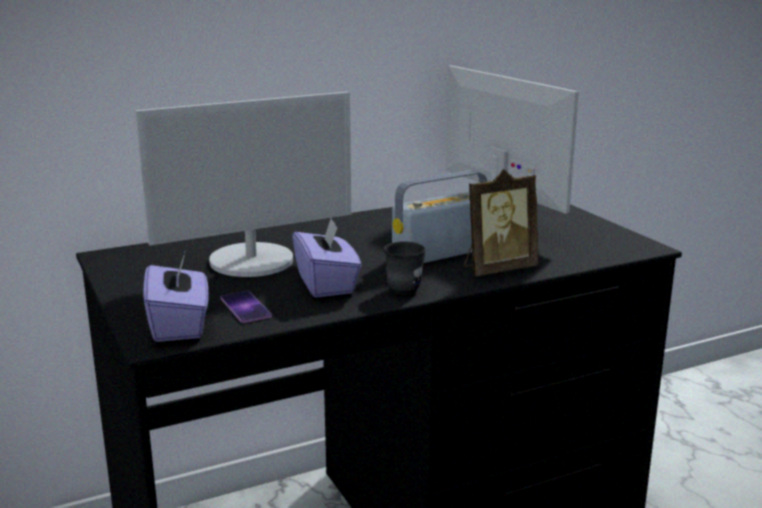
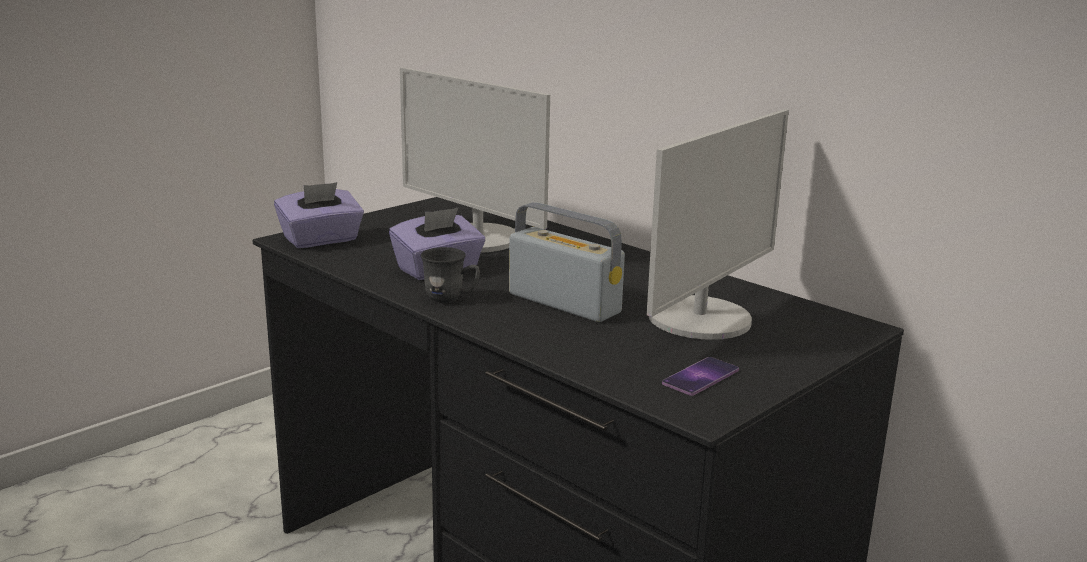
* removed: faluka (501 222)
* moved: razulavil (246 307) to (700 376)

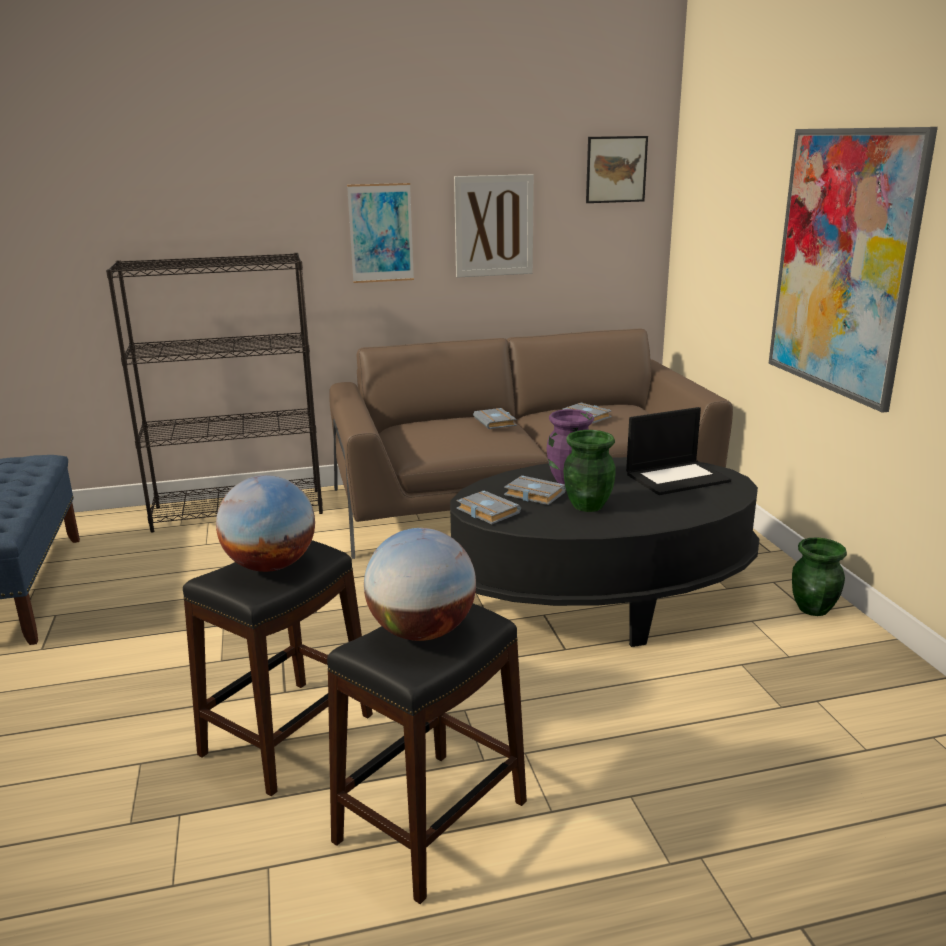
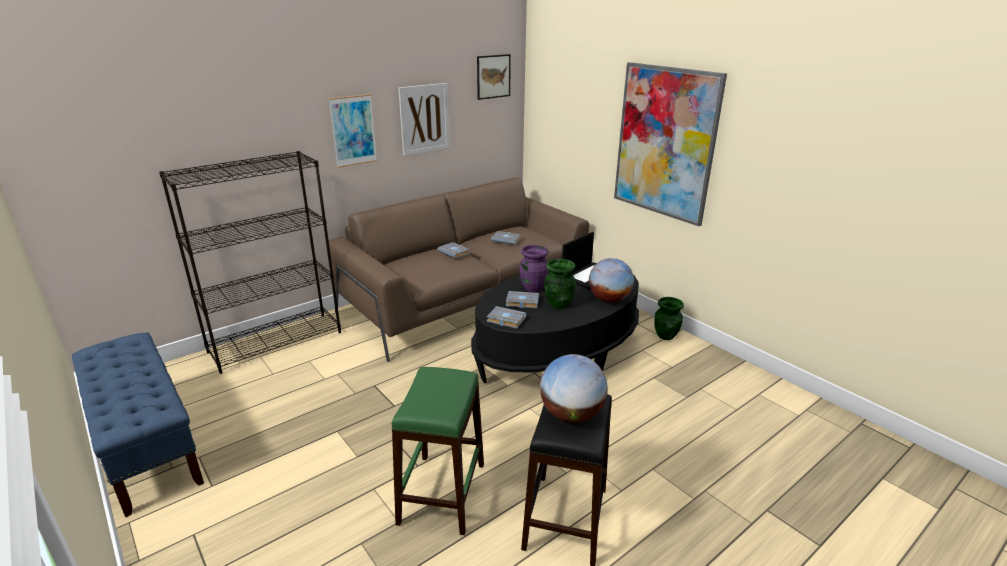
* moved: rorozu (265 523) to (611 280)
* recoloured: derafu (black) (278 668) to derafu (green) (438 451)

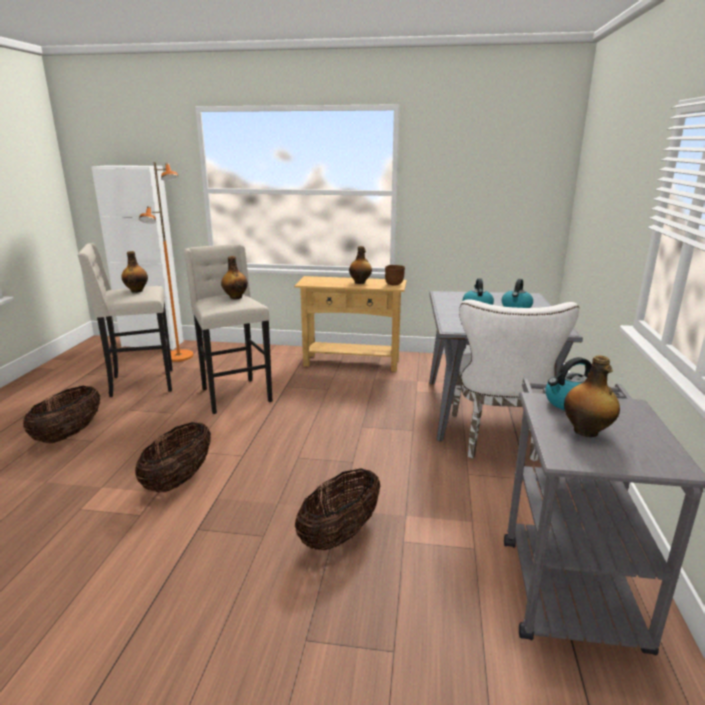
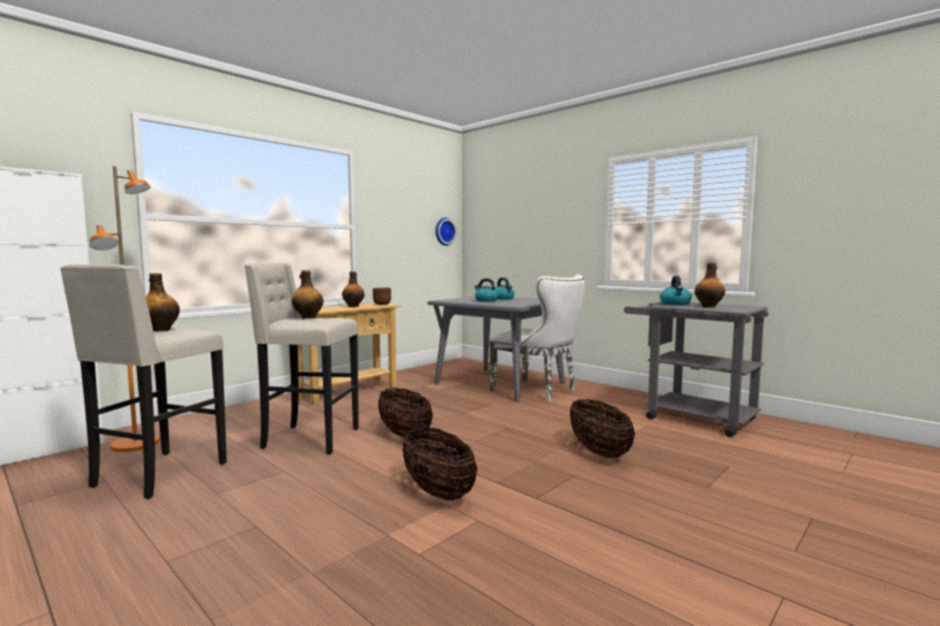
* moved: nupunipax (62 414) to (405 413)
* added: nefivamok (446 232)

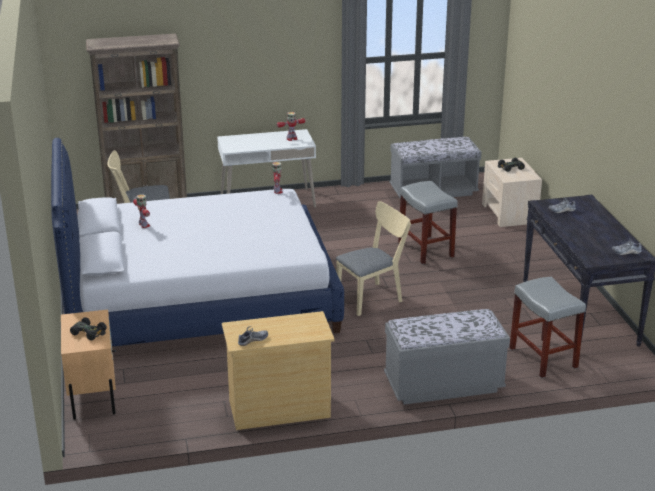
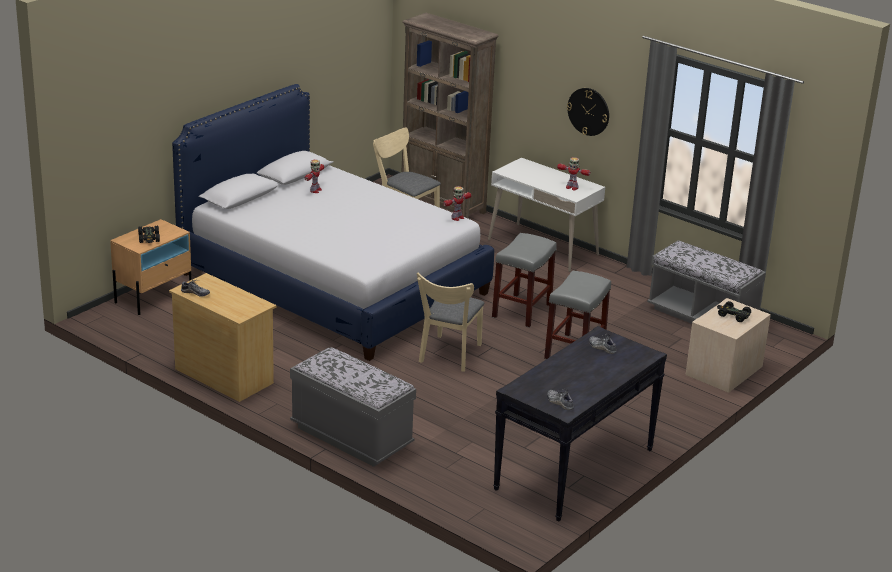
* turned: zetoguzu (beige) (373 258) = (450 322) 90 degrees clockwise
* moved: derafu (grey) (547 327) to (524 280)
* added: nefivamok (588 112)

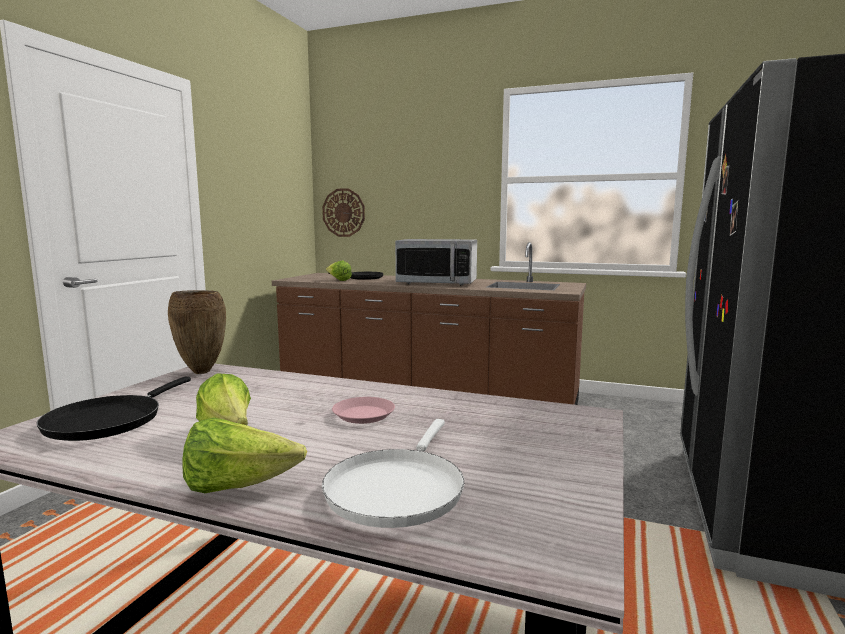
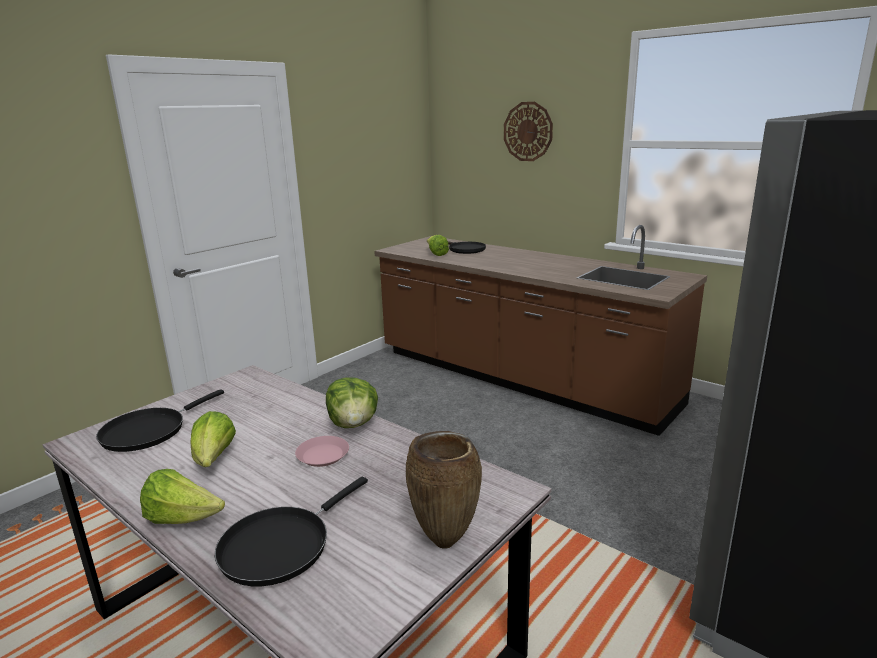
* moved: nefivamok (343 212) to (528 131)
* removed: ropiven (436 262)
* moved: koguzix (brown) (197 332) to (444 489)
* recoloured: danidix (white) (393 473) to danidix (black) (291 531)
* added: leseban (352 402)

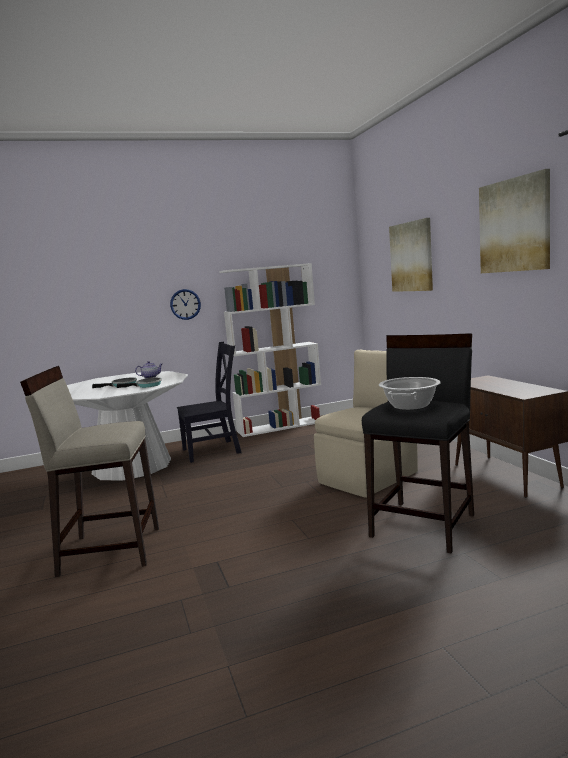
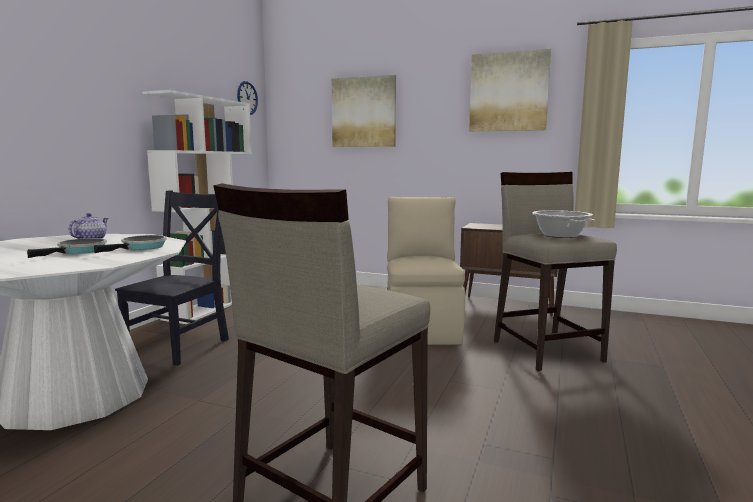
* moved: nefivamok (185 304) to (247 98)
* recoloured: derafu (black) (418 443) to derafu (beige) (555 271)

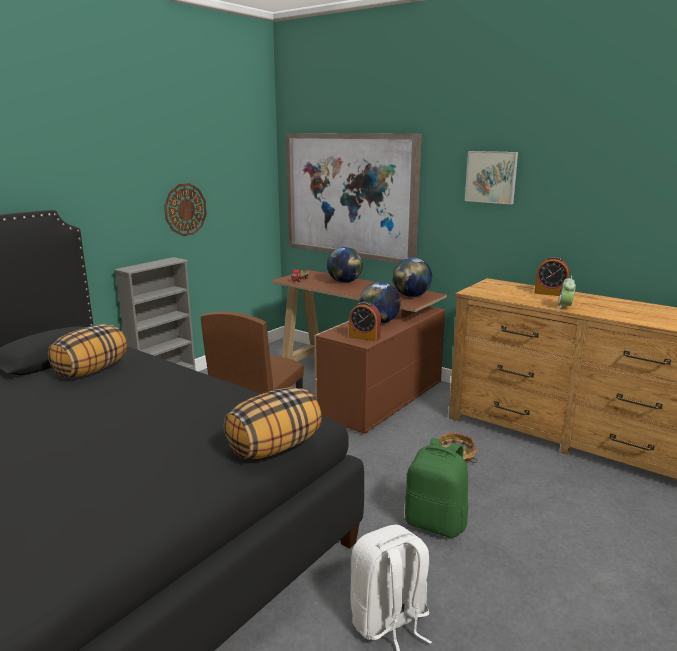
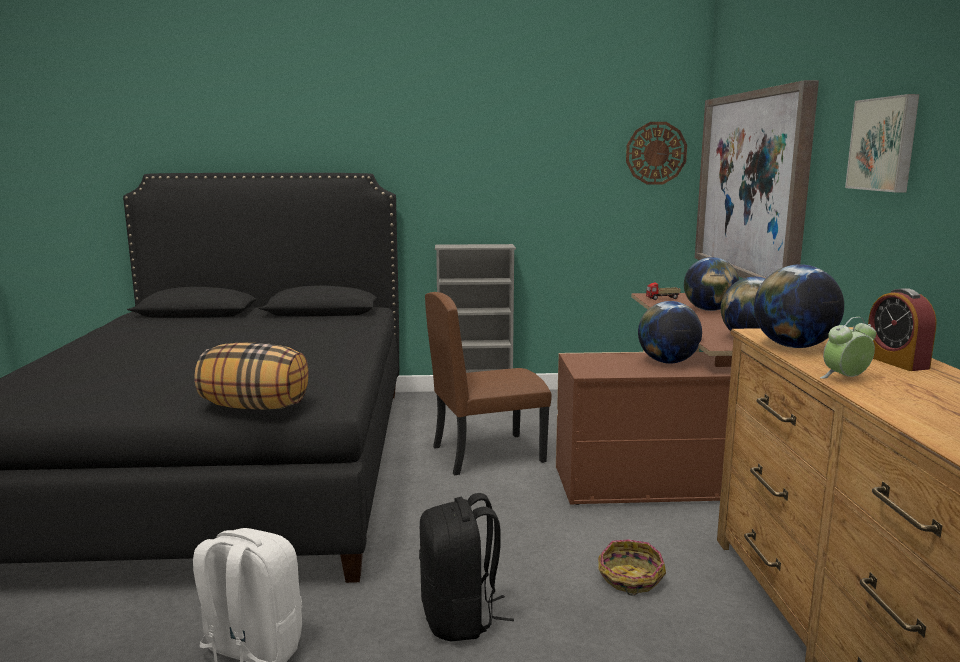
* moved: nefivamok (185 209) to (656 153)
* removed: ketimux (365 322)
* removed: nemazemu (87 350)
* recoloured: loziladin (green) (436 488) to loziladin (black) (466 567)
* added: rorozu (799 306)

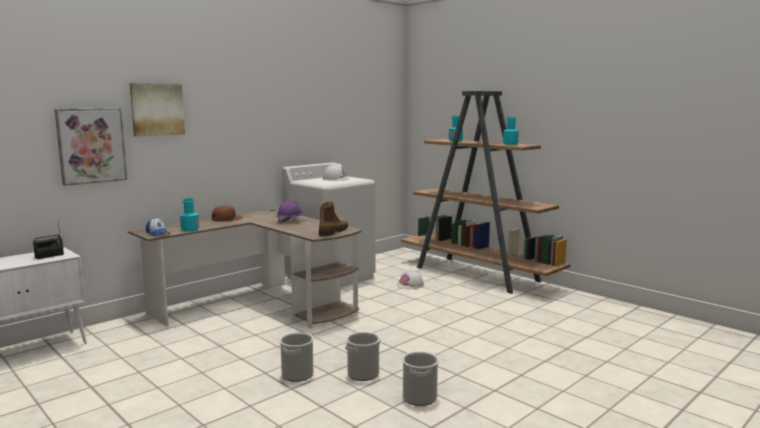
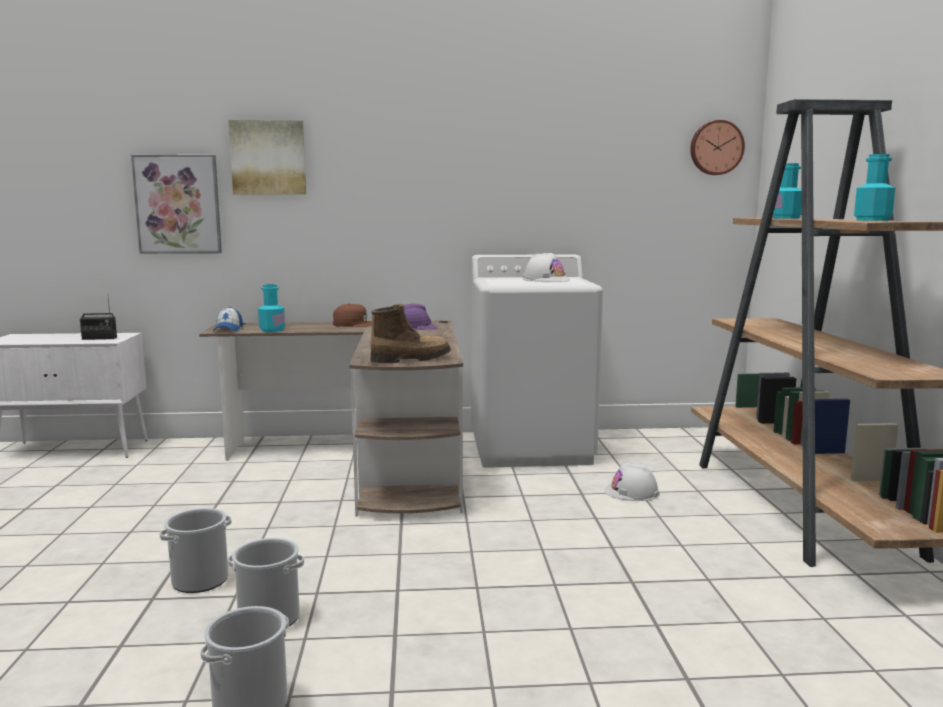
* added: nefivamok (717 147)

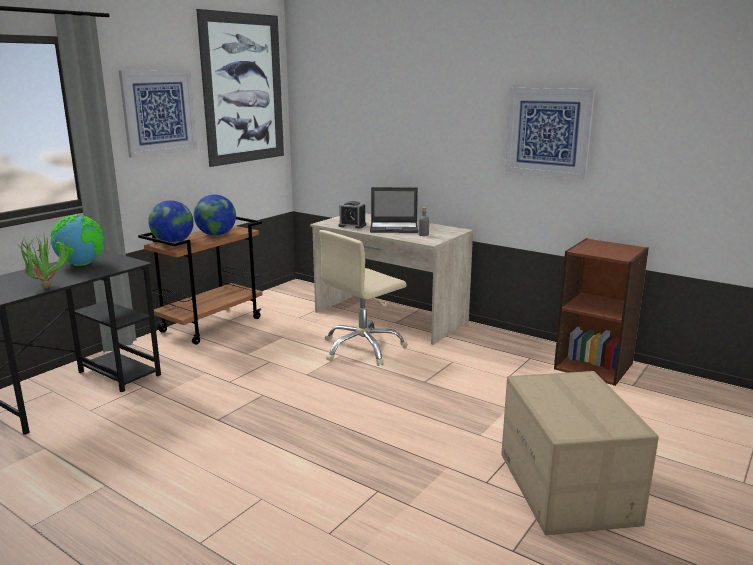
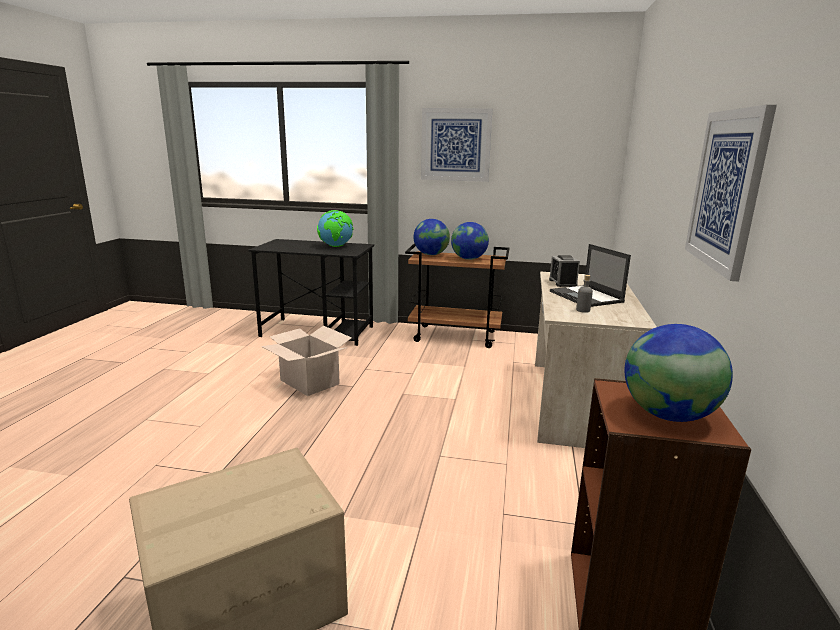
* removed: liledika (240 88)
* removed: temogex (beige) (363 298)
* removed: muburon (44 261)
* added: rorozu (678 373)
* added: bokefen (306 361)

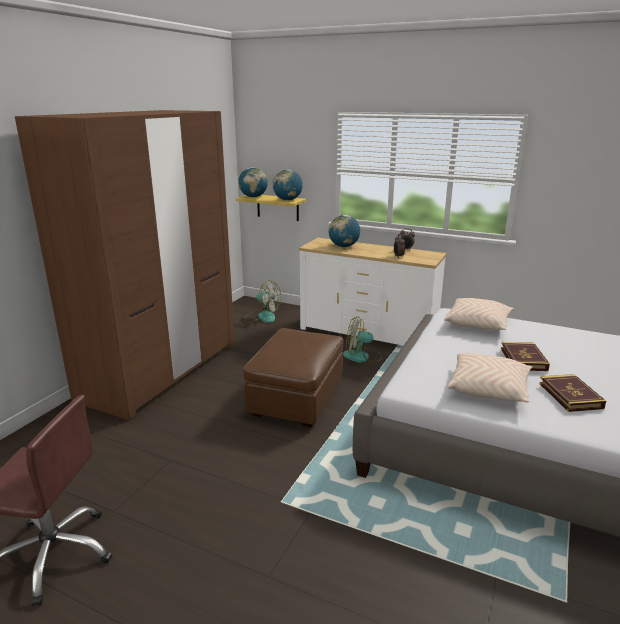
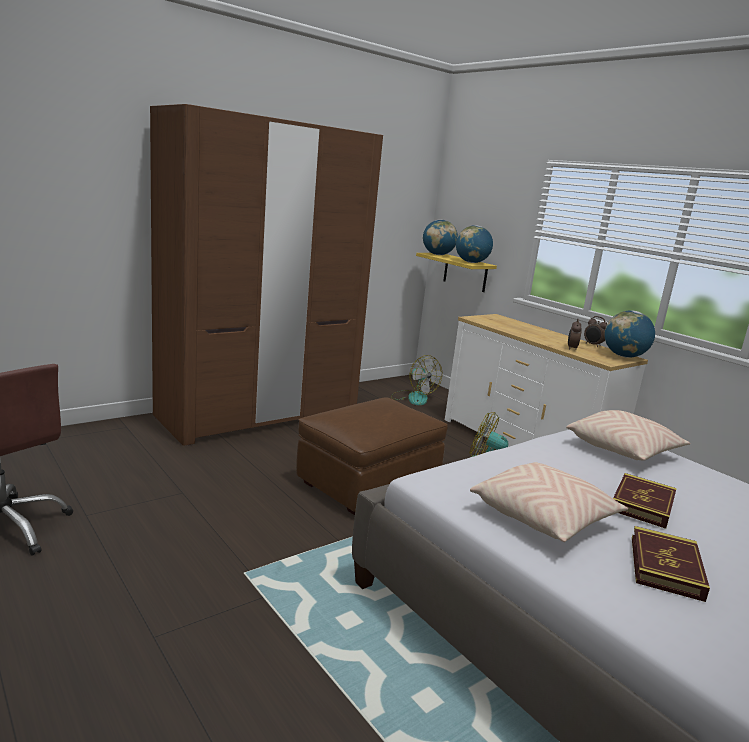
* moved: rorozu (344 231) to (629 334)

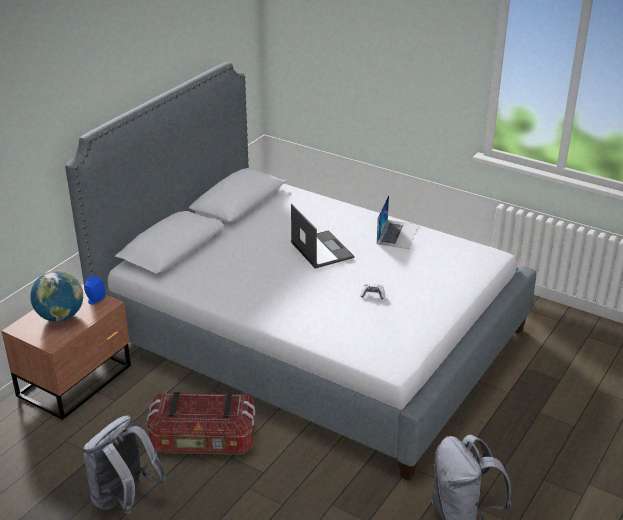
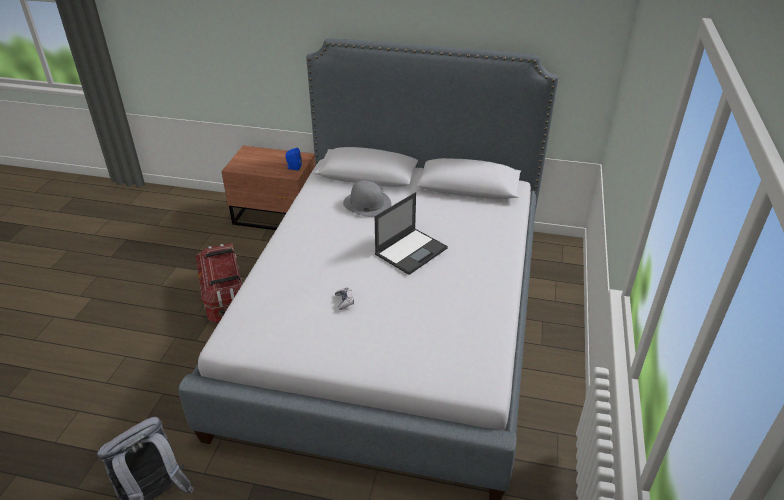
* removed: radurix (397 222)
* removed: rorozu (56 296)
* removed: loziladin (grey) (125 464)
* added: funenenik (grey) (367 199)

